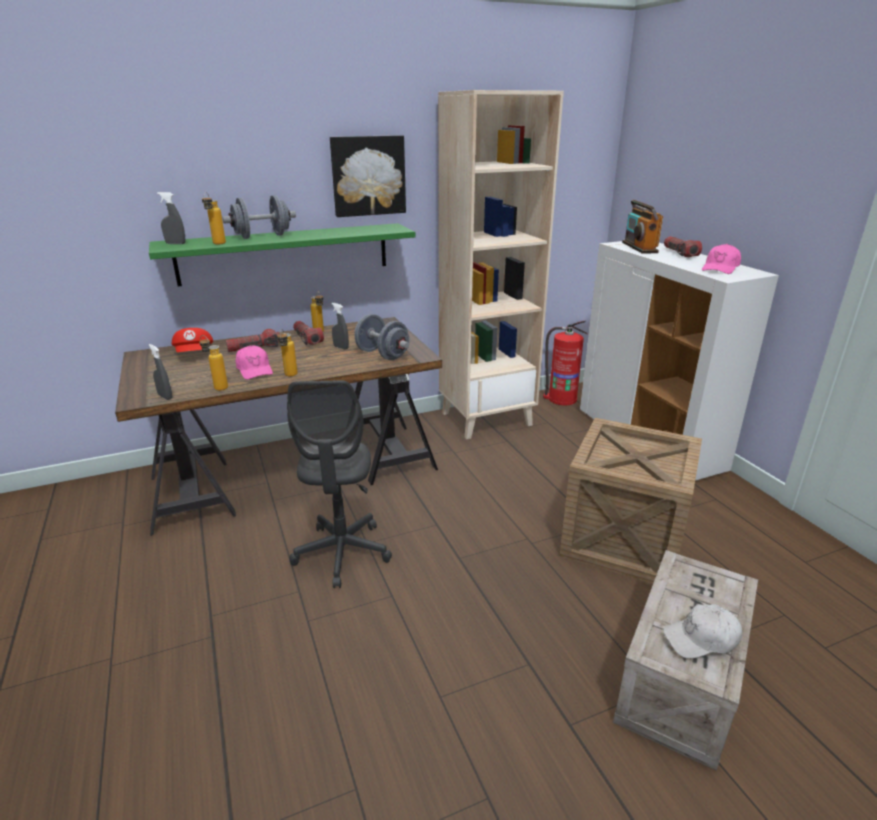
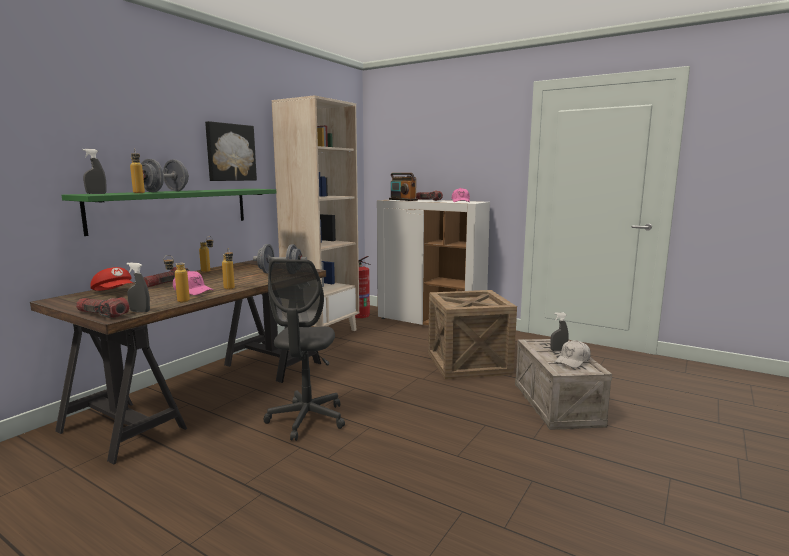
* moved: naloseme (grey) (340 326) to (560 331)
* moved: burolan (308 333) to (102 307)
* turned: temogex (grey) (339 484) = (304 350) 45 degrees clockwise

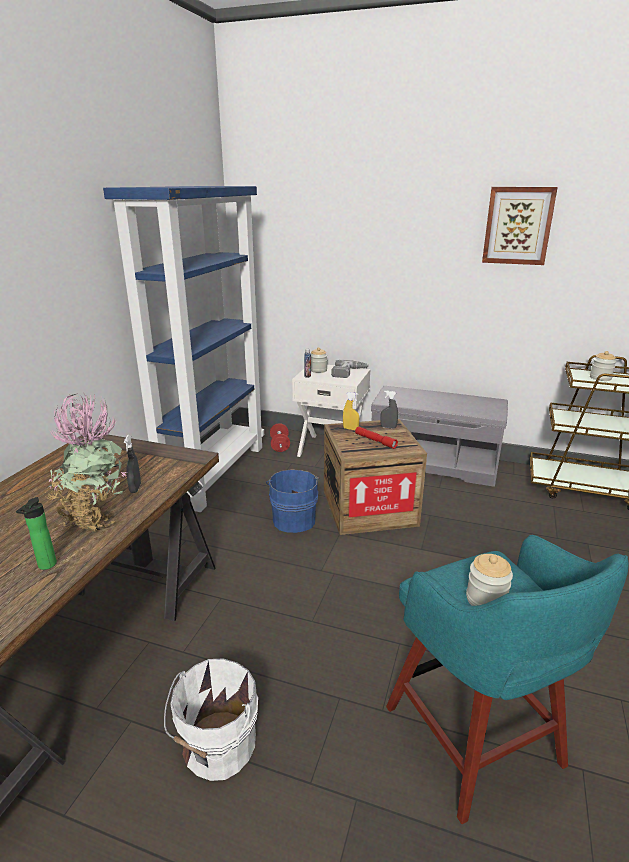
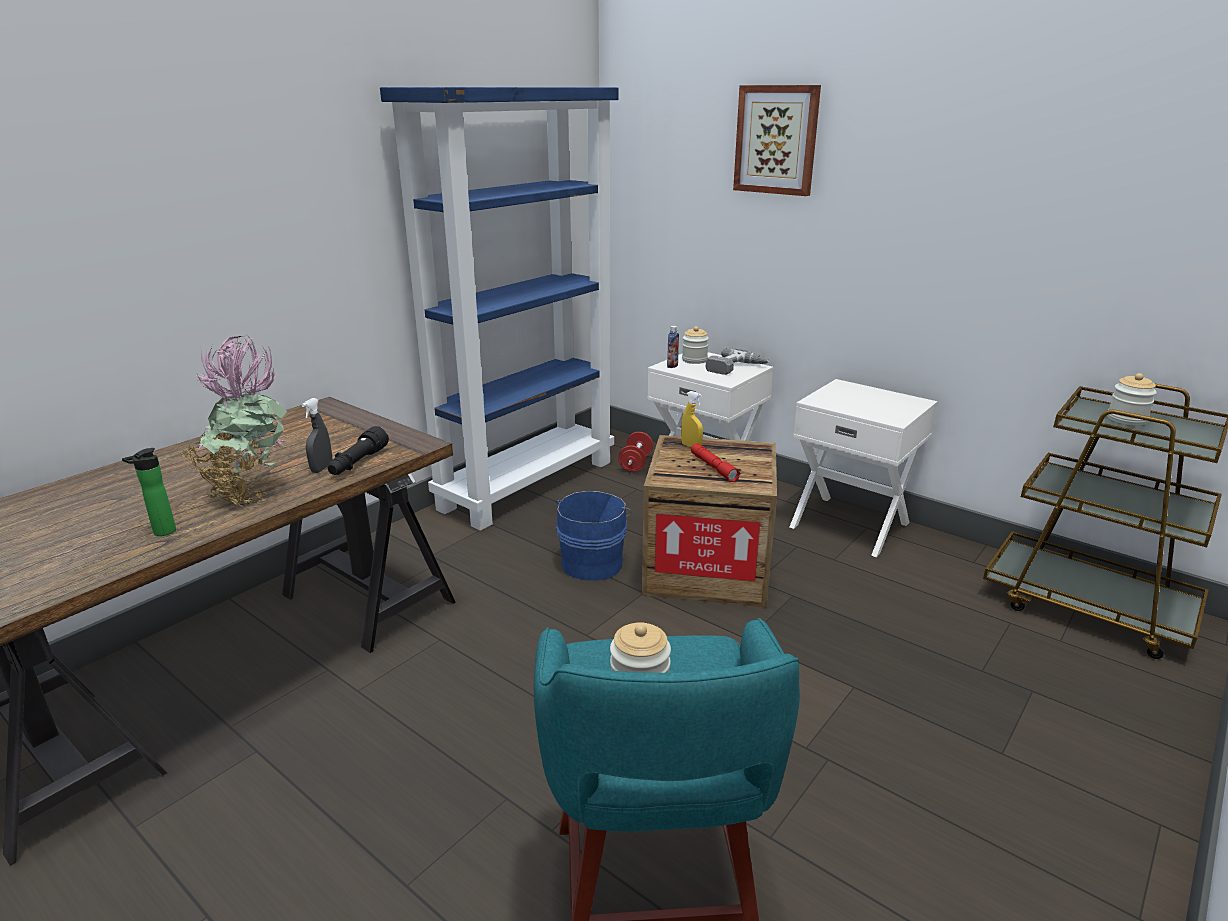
* moved: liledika (520 226) to (777 140)
* replaced: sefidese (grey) (439 436) to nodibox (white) (863 468)
* removed: naloseme (grey) (389 409)
* removed: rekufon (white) (211 719)
* added: burolan (black) (358 450)

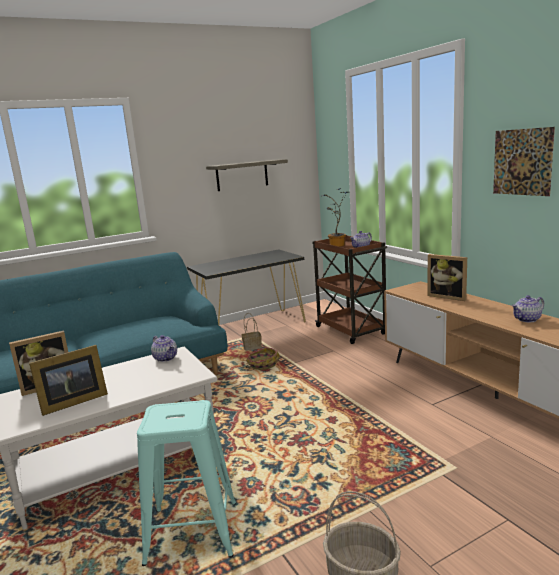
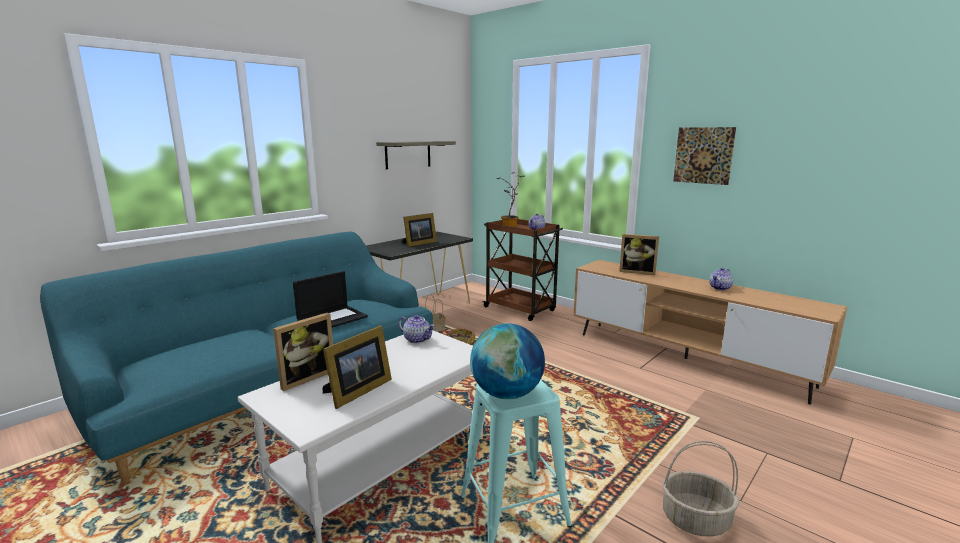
* added: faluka (419 230)
* added: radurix (330 299)
* added: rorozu (507 361)

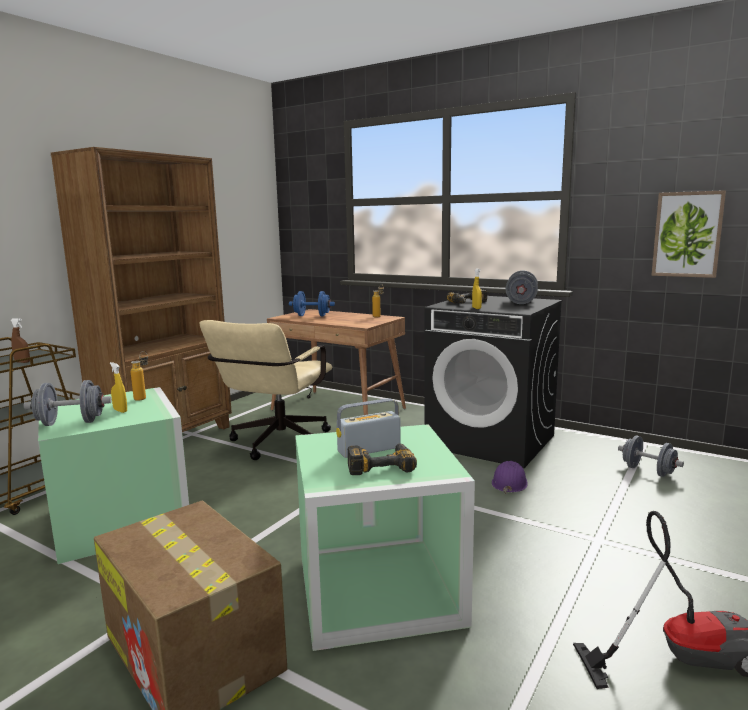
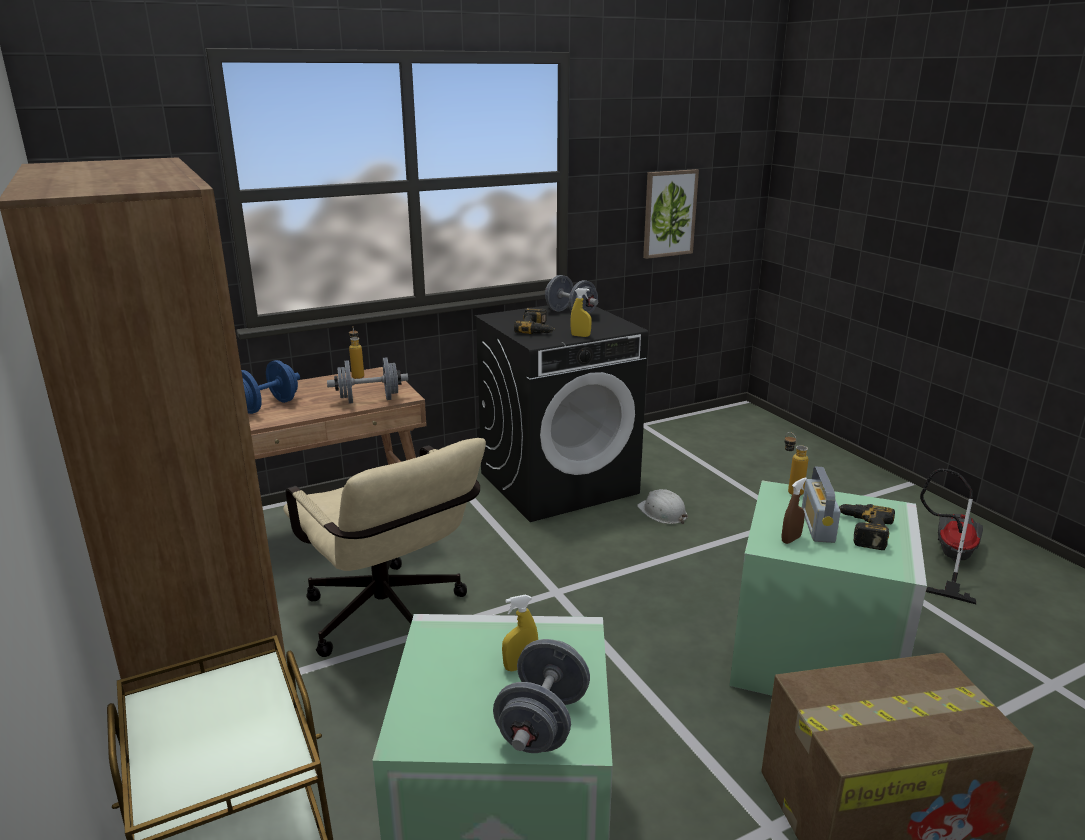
* moved: naloseme (brown) (20 340) to (794 510)
* moved: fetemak (139 376) to (796 464)
* moved: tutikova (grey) (651 456) to (367 380)
* recoloured: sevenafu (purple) (510 477) to sevenafu (white) (662 506)

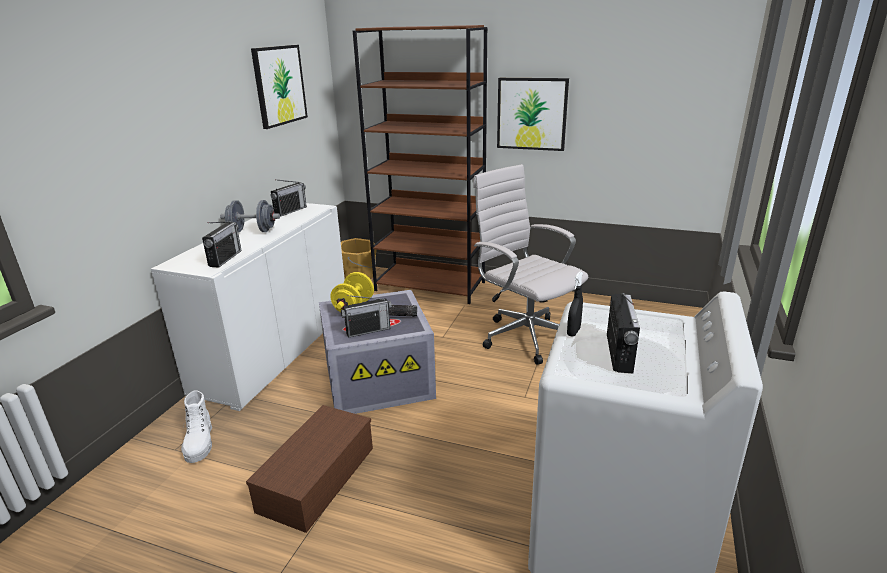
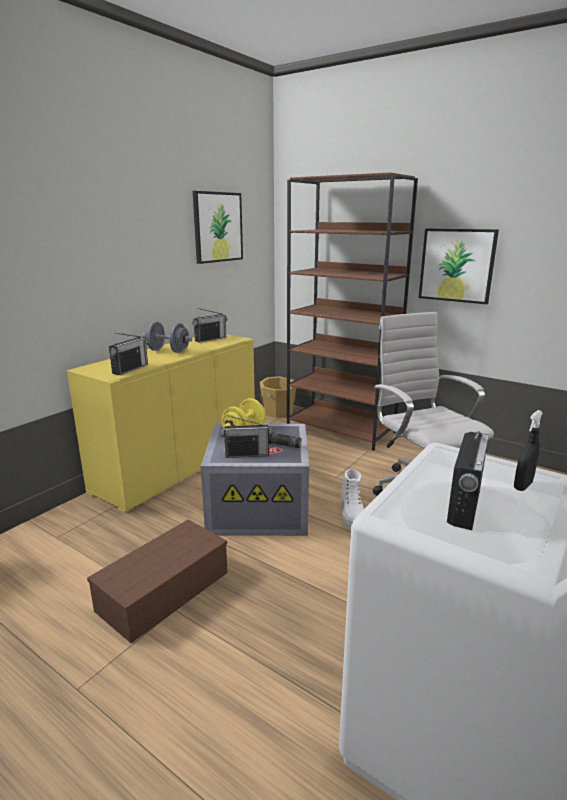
* recoloured: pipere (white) (248 307) to pipere (yellow) (161 423)
* moved: naloseme (black) (575 304) to (528 450)
* moved: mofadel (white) (196 427) to (352 499)

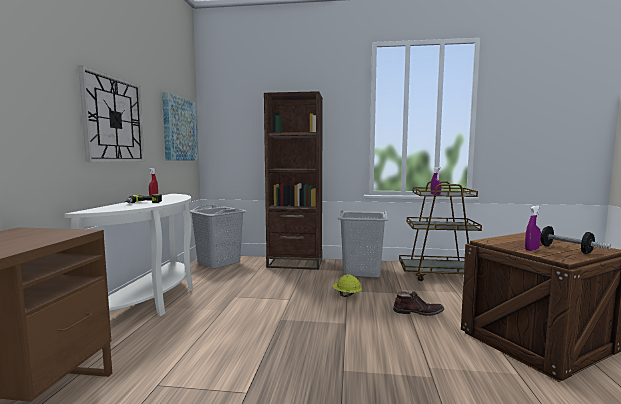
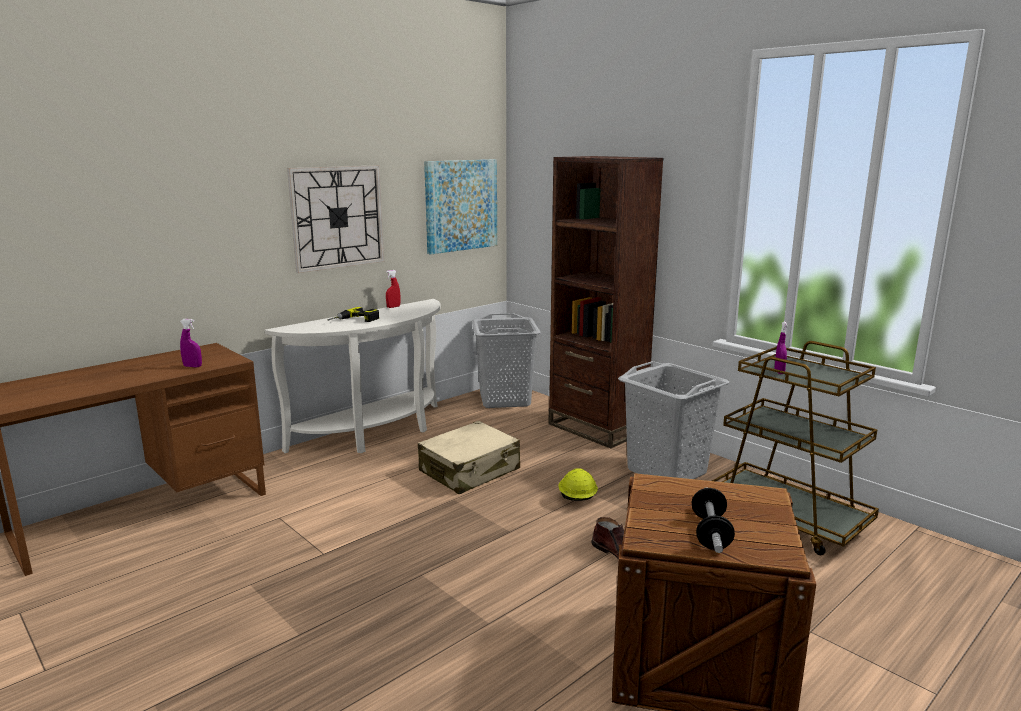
* moved: naloseme (purple) (533 228) to (191 343)
* added: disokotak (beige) (469 457)

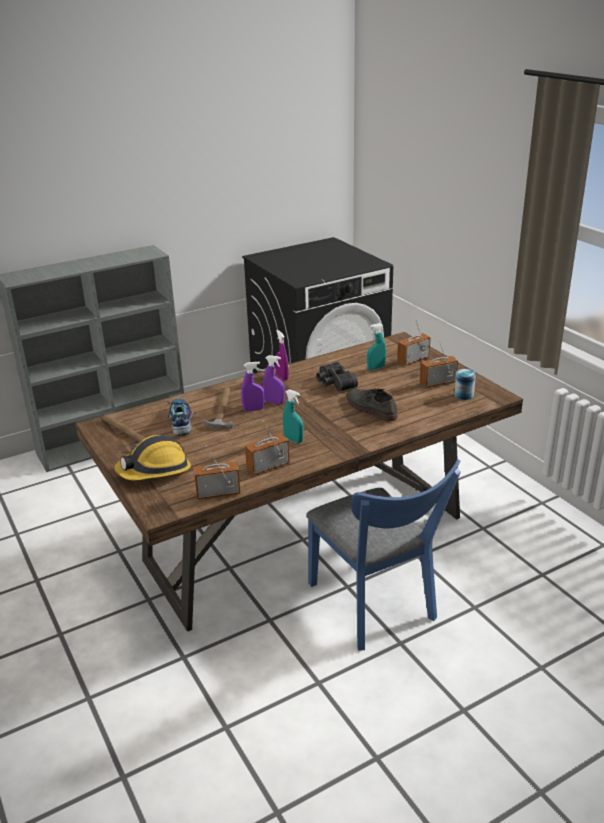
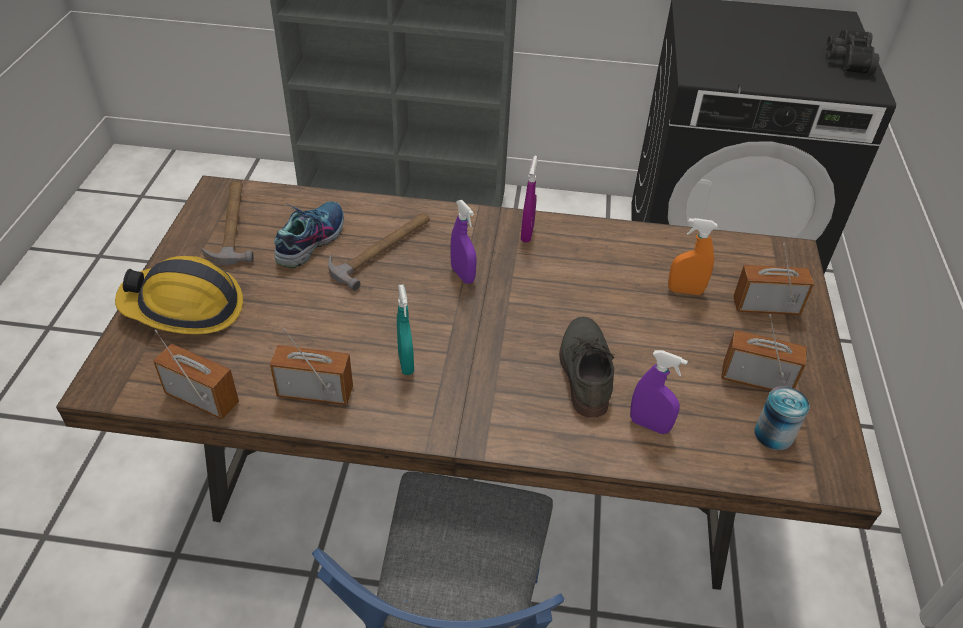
* recoloured: naloseme (turquoise) (376 346) to naloseme (orange) (692 256)
* moved: naloseme (purple) (253 386) to (659 392)
* moved: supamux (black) (337 377) to (852 52)

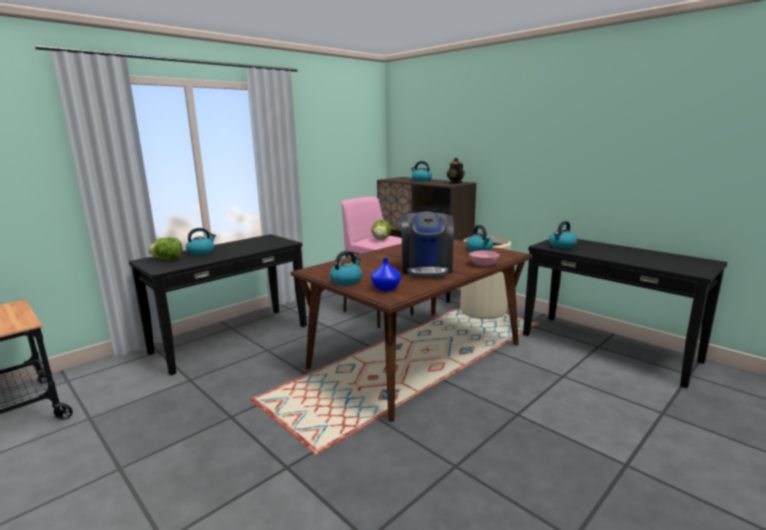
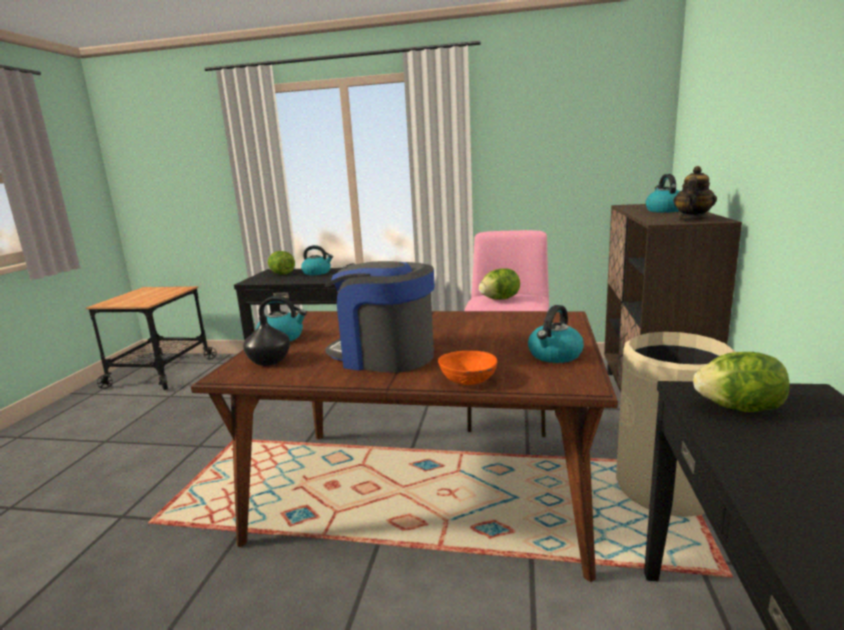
* turned: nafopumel (427 244) = (379 317) 60 degrees clockwise
* replaced: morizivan (563 235) to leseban (741 382)
* recoloured: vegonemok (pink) (484 258) to vegonemok (orange) (468 368)
* recoloured: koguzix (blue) (386 274) to koguzix (black) (266 341)

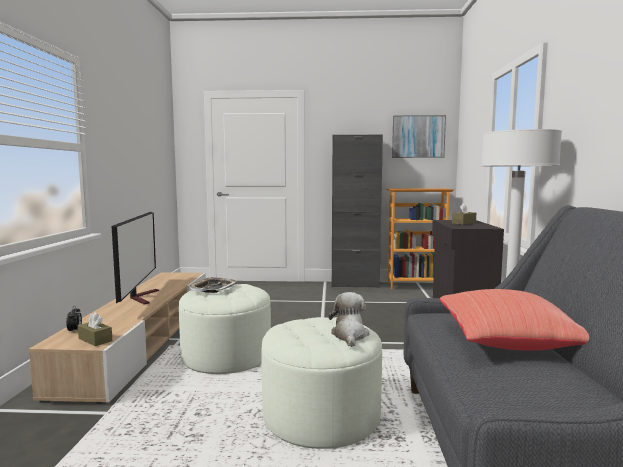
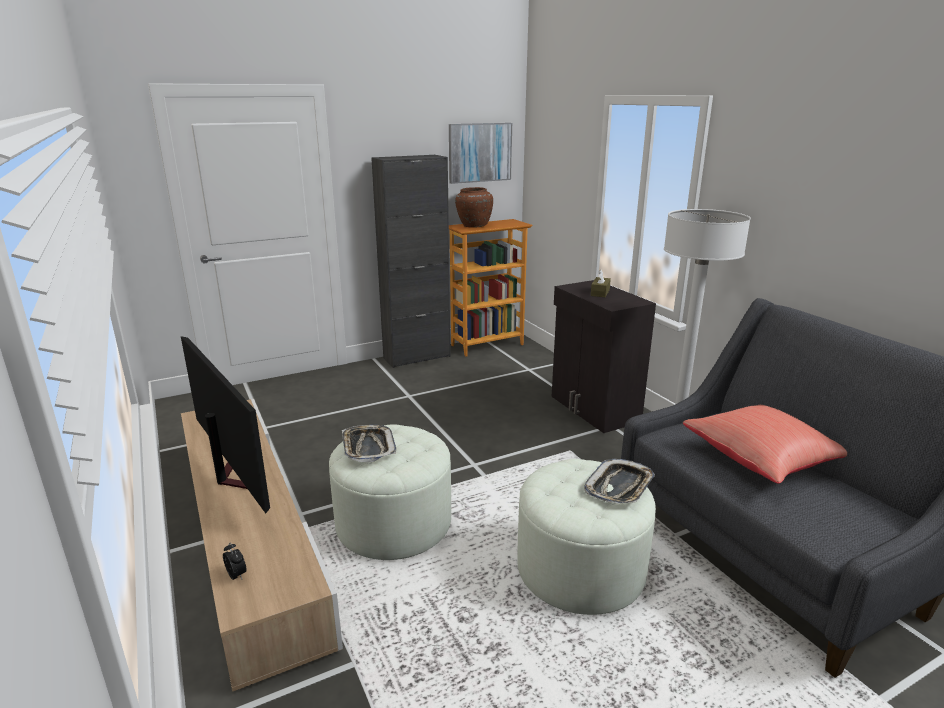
* replaced: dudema (349 319) to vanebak (619 481)
* removed: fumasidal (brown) (95 329)
* added: koguzix (brown) (474 207)

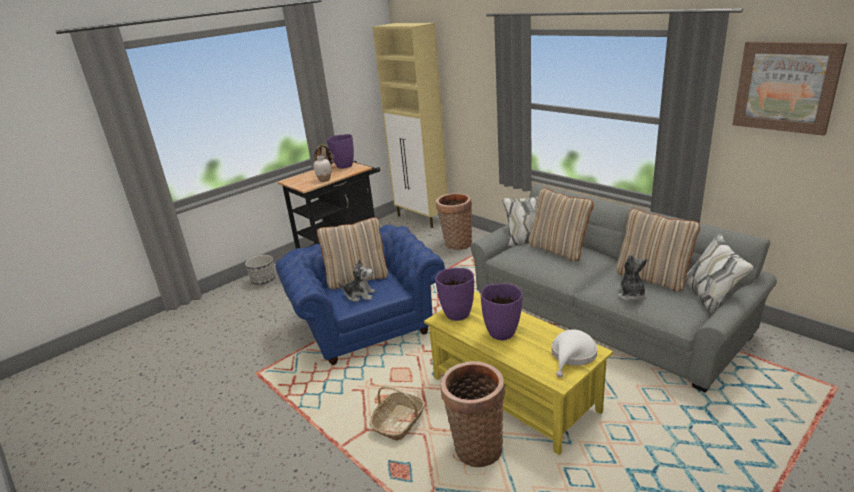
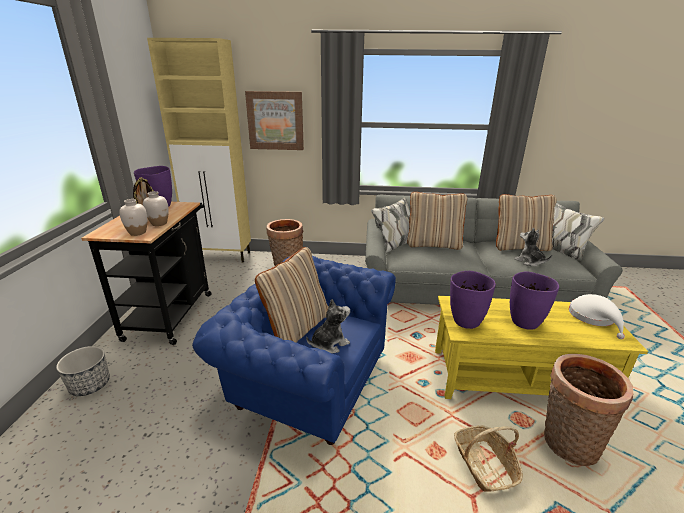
* moved: liledika (789 88) to (274 120)
* added: koguzix (white) (133 217)

